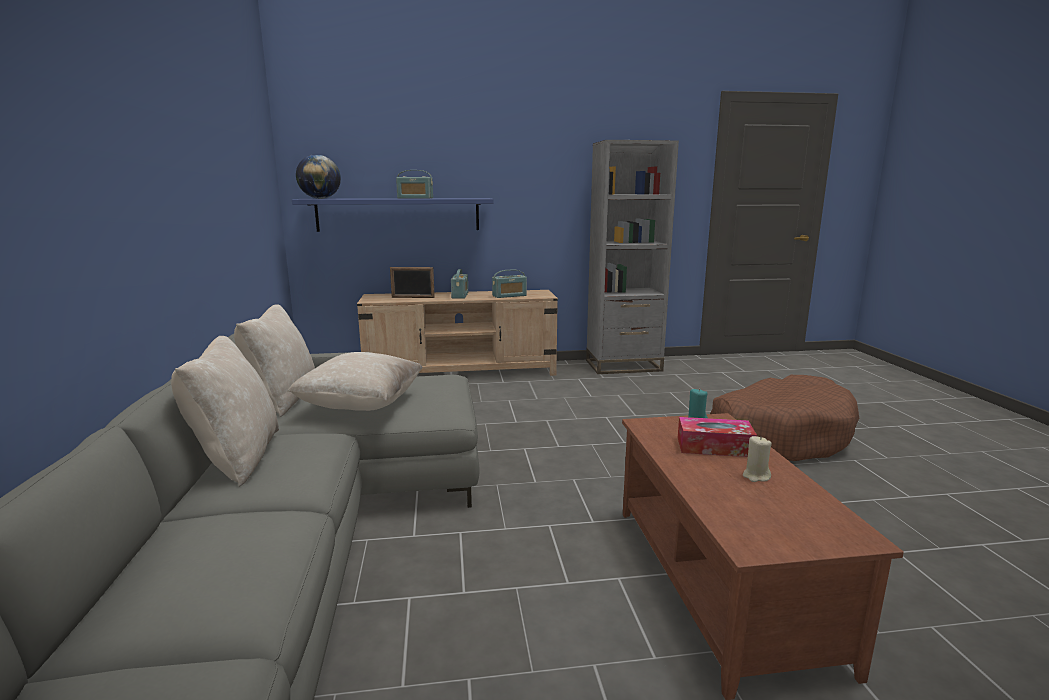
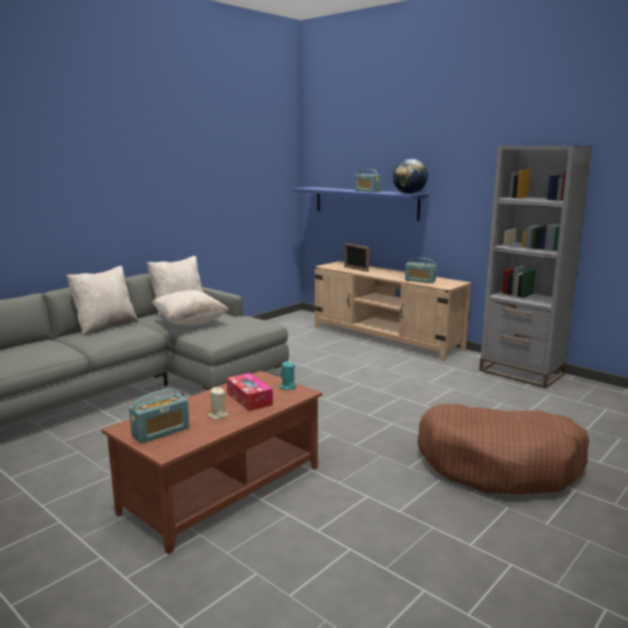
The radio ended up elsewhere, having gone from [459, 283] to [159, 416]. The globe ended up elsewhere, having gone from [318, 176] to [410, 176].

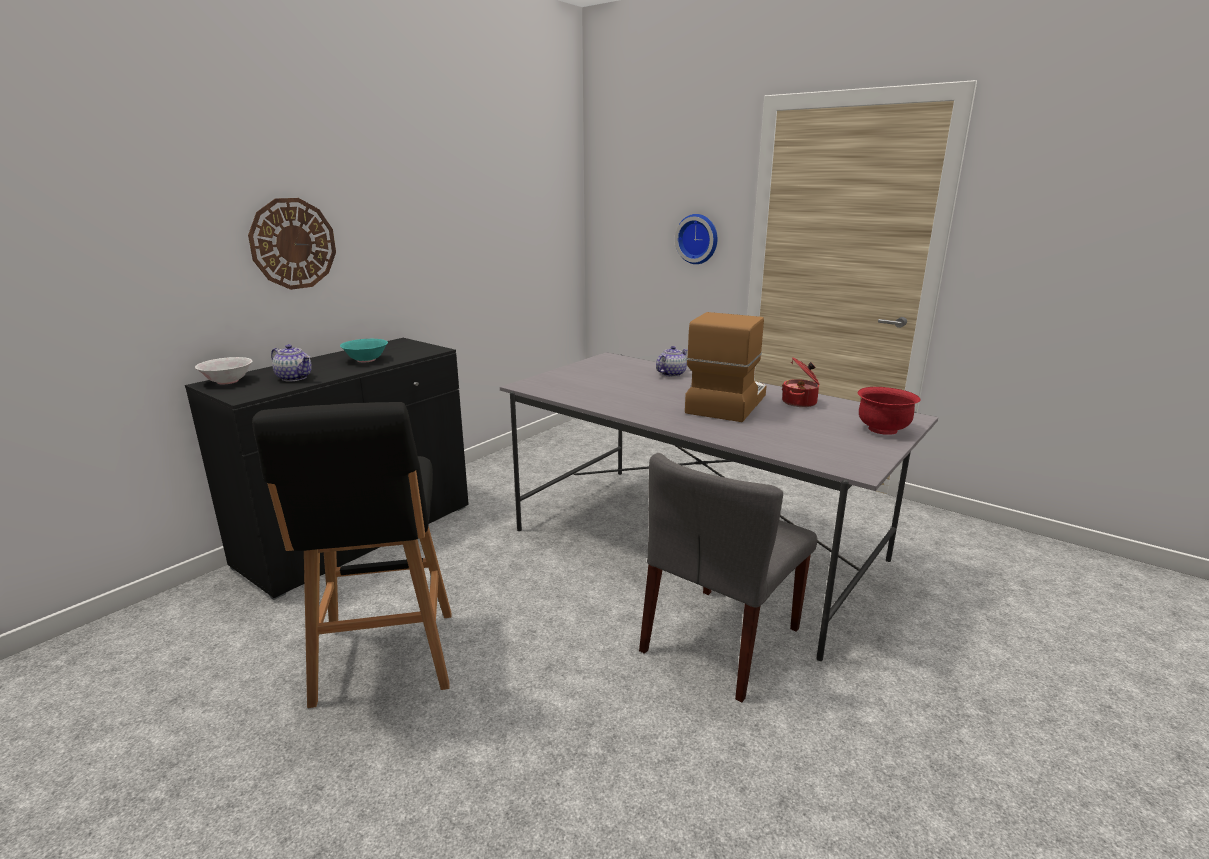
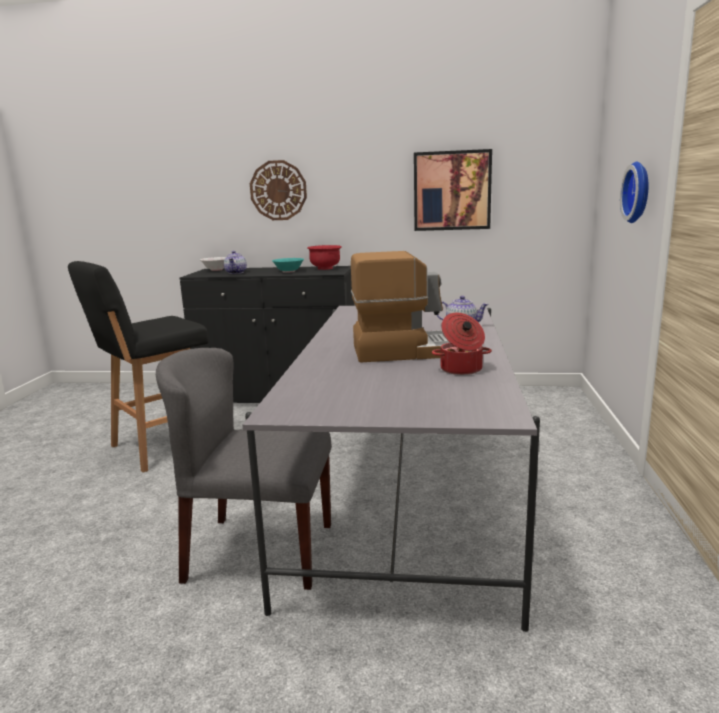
The bol [rouge] ended up elsewhere, having gone from [889, 411] to [324, 257]. The second view gained the tableau at [453, 190].

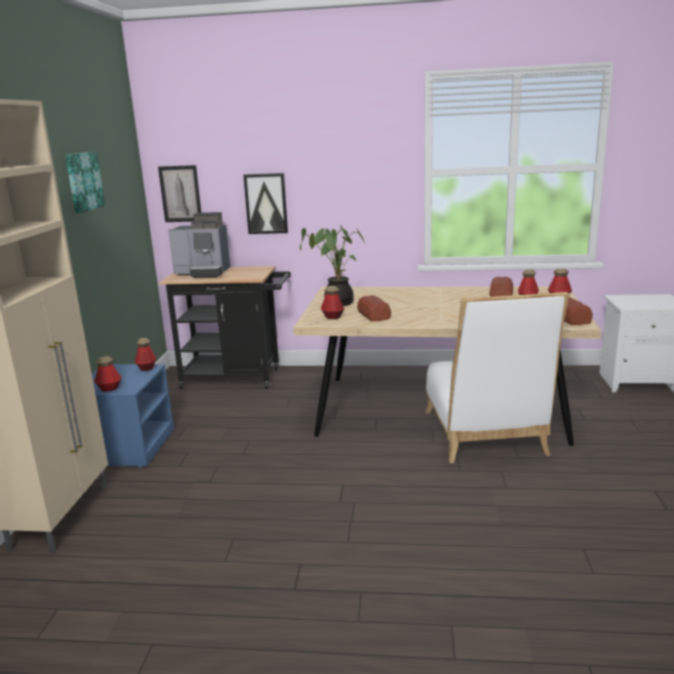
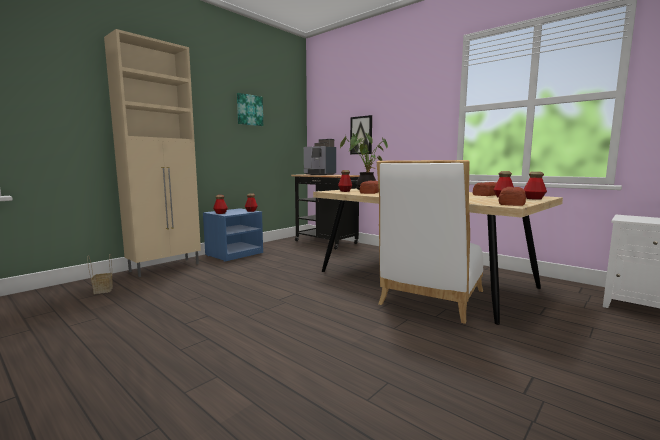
The second view gained the panier at [100, 274]. The second view lost the tableau at [179, 193].

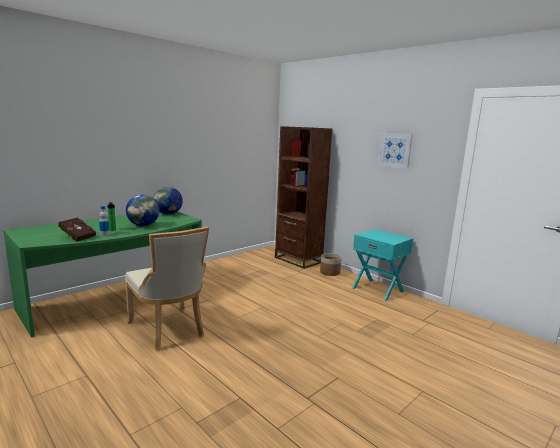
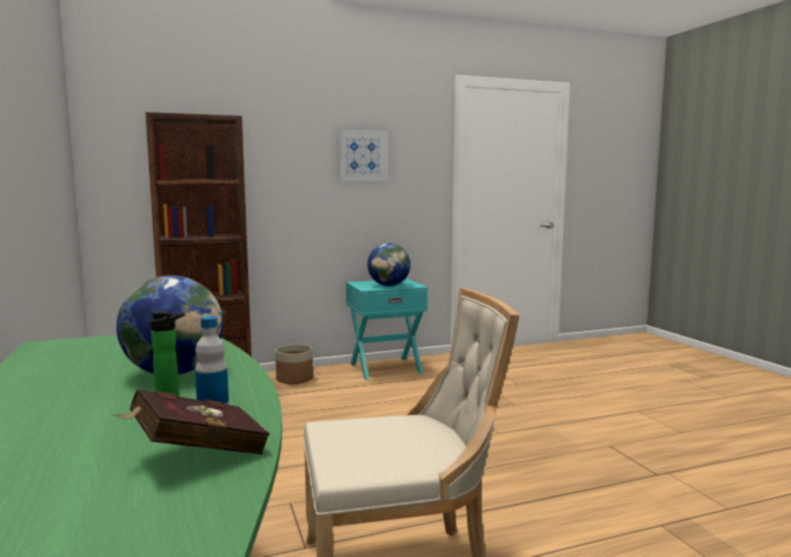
The globe ended up elsewhere, having gone from [168, 201] to [389, 264].

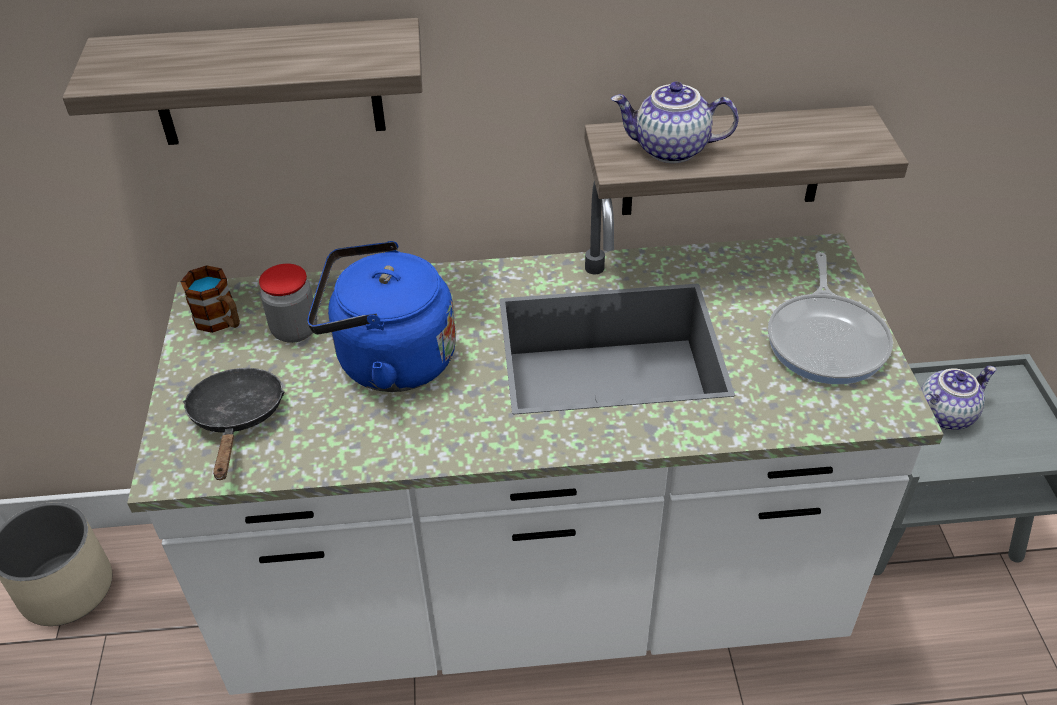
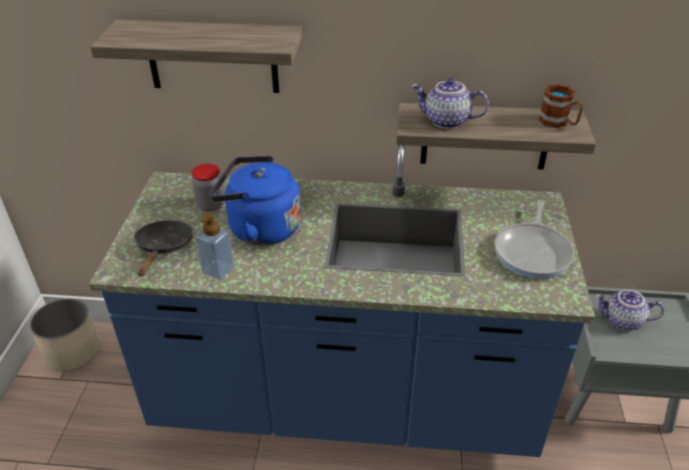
What was the comptoir de cuisine [blanc] at [535, 438] turned into the comptoir de cuisine [bleu] at [342, 301]. The second view gained the distributeur de savon at [215, 246]. The mug ended up elsewhere, having gone from [210, 299] to [561, 106]. The théière at [959, 398] ended up facing another way, 150 degrees counterclockwise from before.

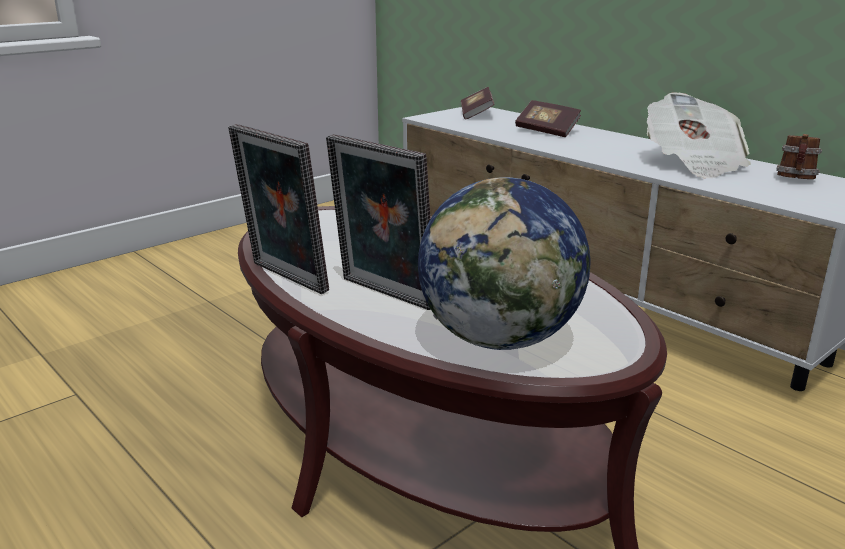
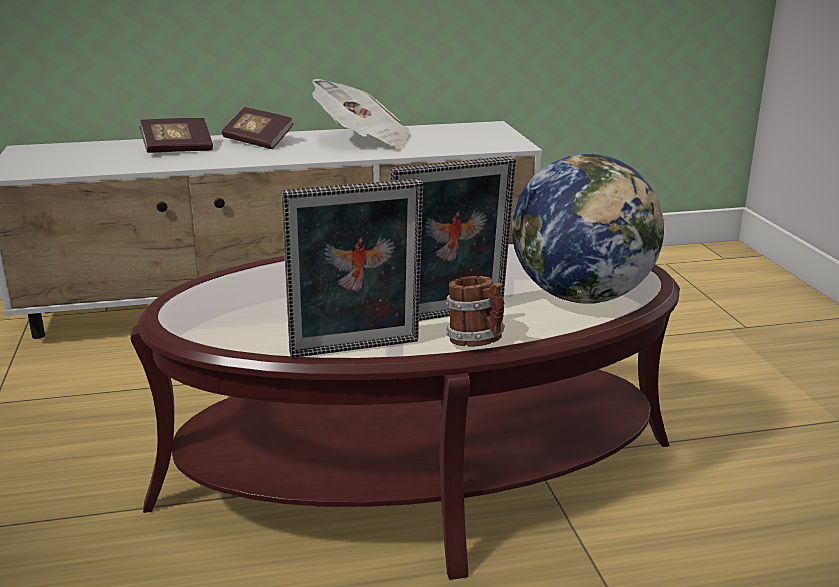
The livre ended up elsewhere, having gone from [478, 103] to [257, 128]. The mug ended up elsewhere, having gone from [799, 156] to [475, 311].

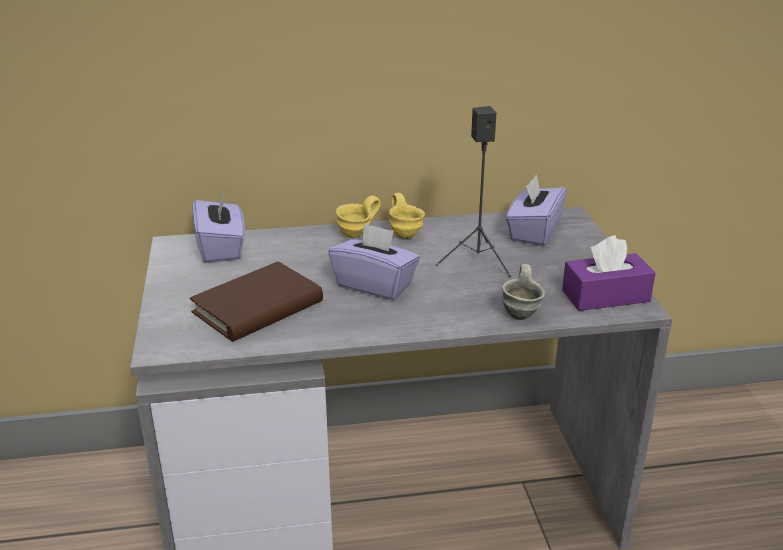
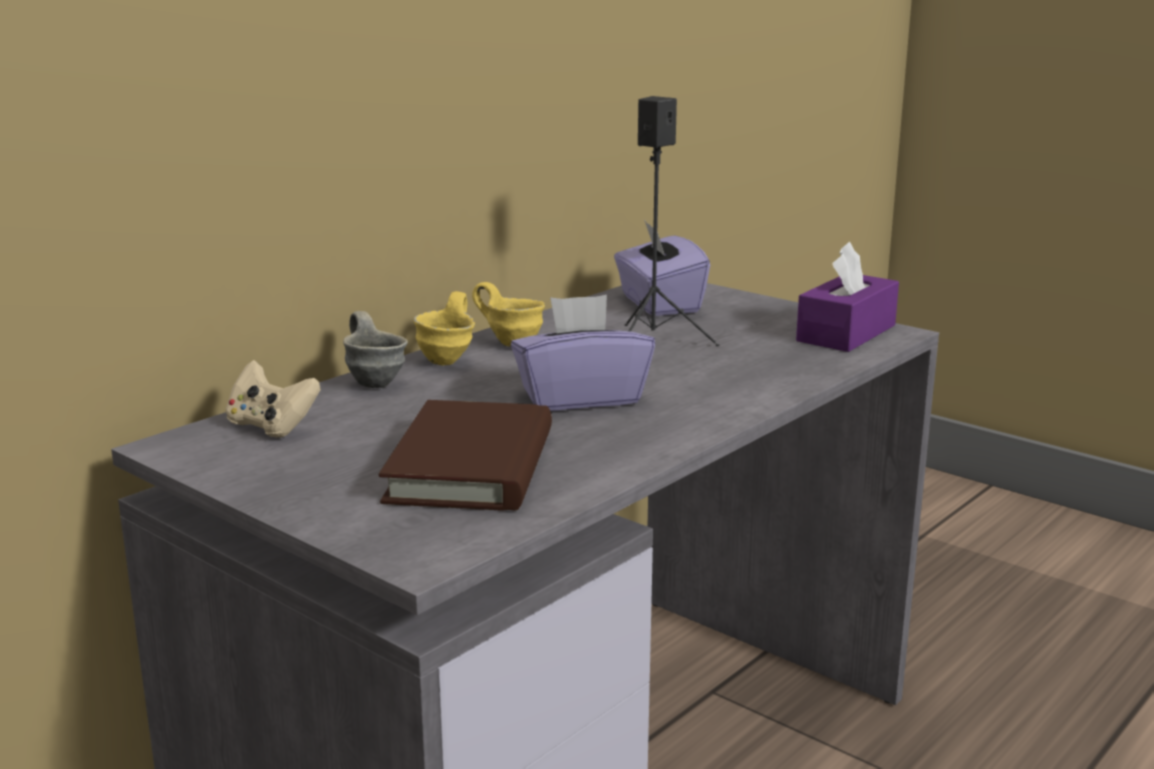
Where the boîte à mouchoirs [violet] stood at [218, 227], the manette [beige] came to stand at [273, 399]. The mug [gris] ended up elsewhere, having gone from [523, 292] to [375, 349].

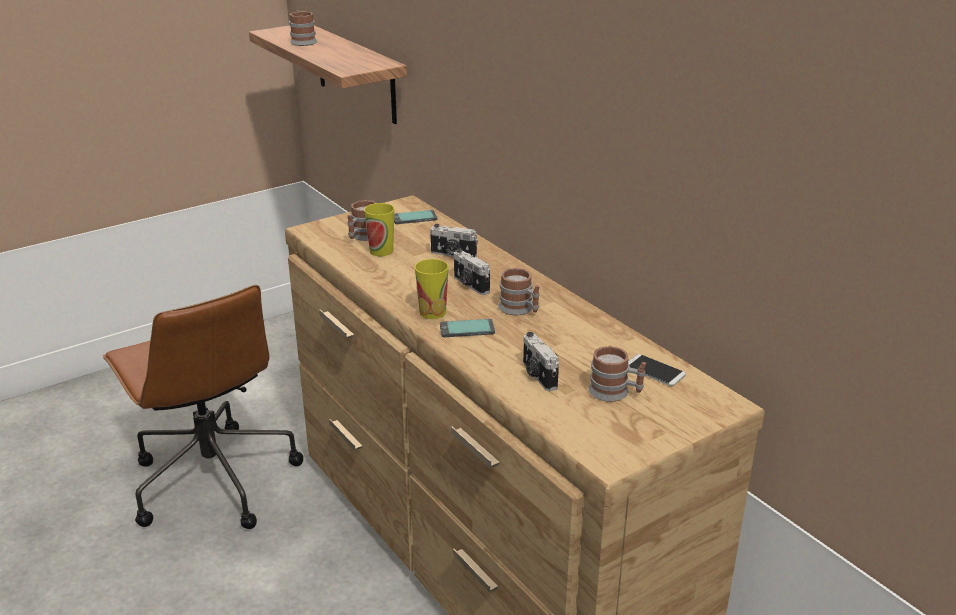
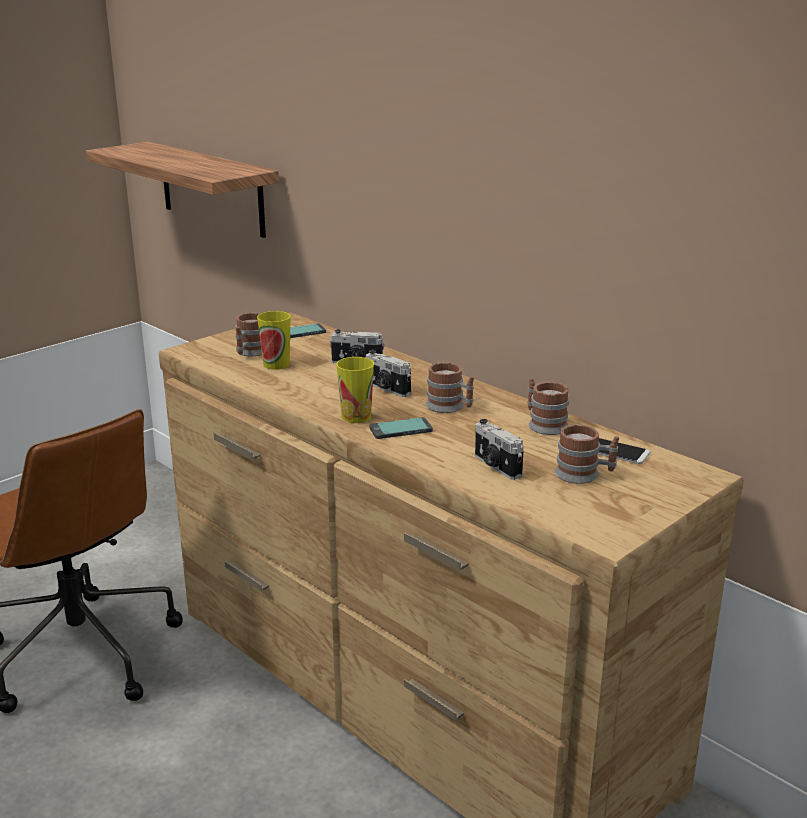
The mug ended up elsewhere, having gone from [303, 28] to [548, 406].

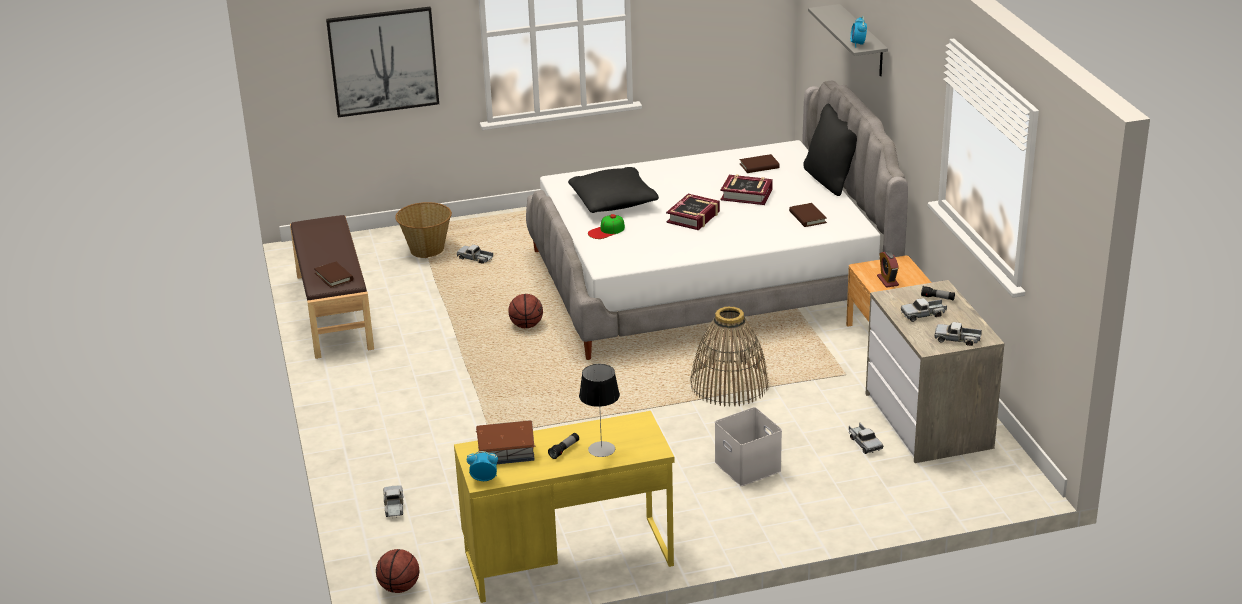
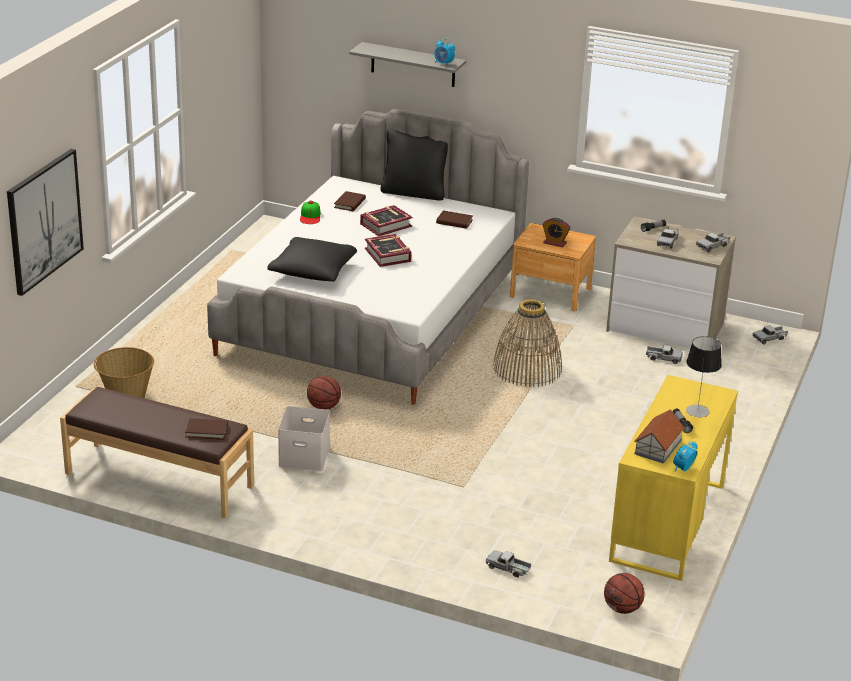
The boîte de rangement [blanc] ended up elsewhere, having gone from [748, 446] to [304, 439]. The casquette ended up elsewhere, having gone from [606, 226] to [310, 212]. The camion jouet ended up elsewhere, having gone from [475, 254] to [770, 335].

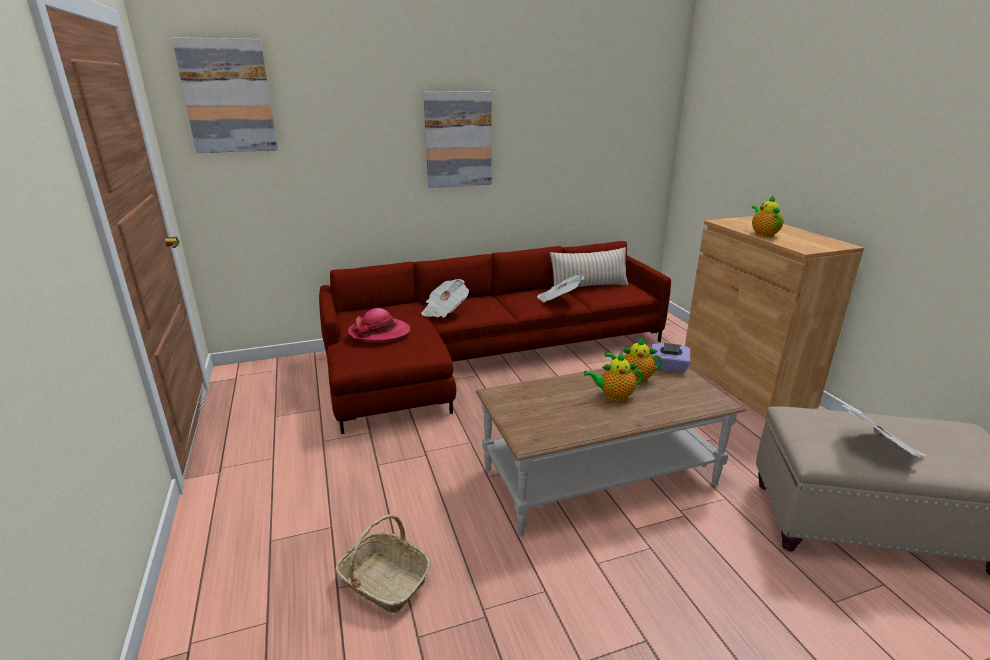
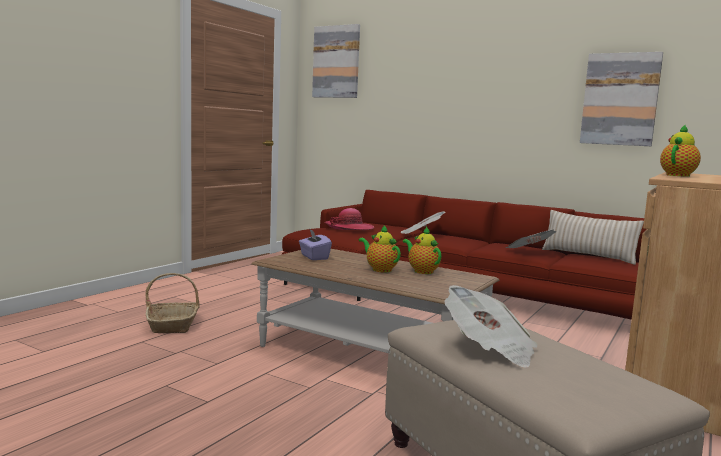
The boîte à mouchoirs [violet] ended up elsewhere, having gone from [671, 357] to [315, 245]. The tableau ended up elsewhere, having gone from [457, 139] to [621, 99].

